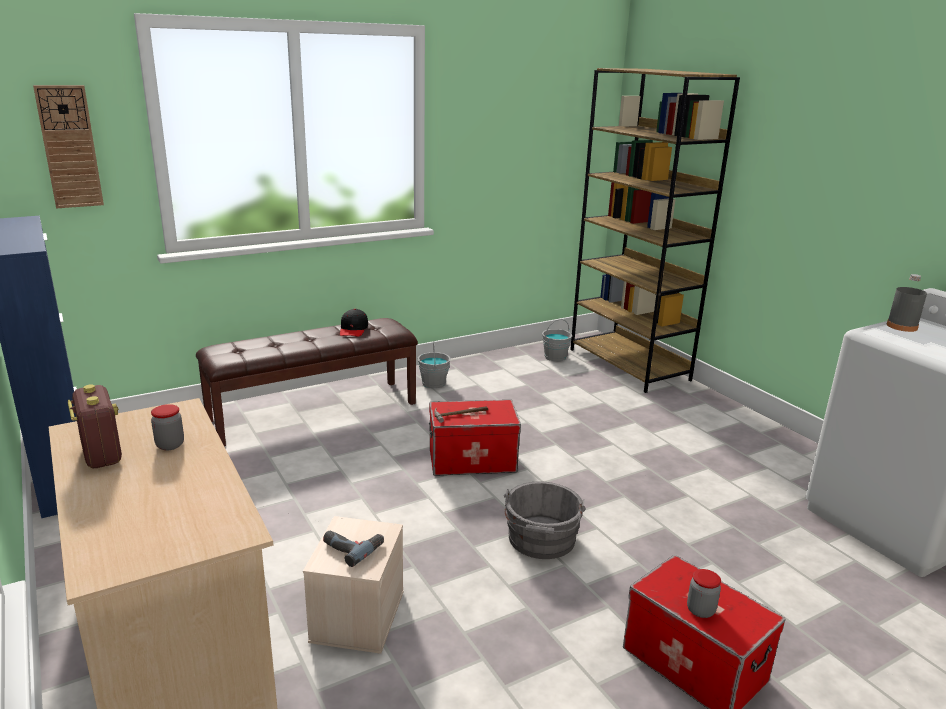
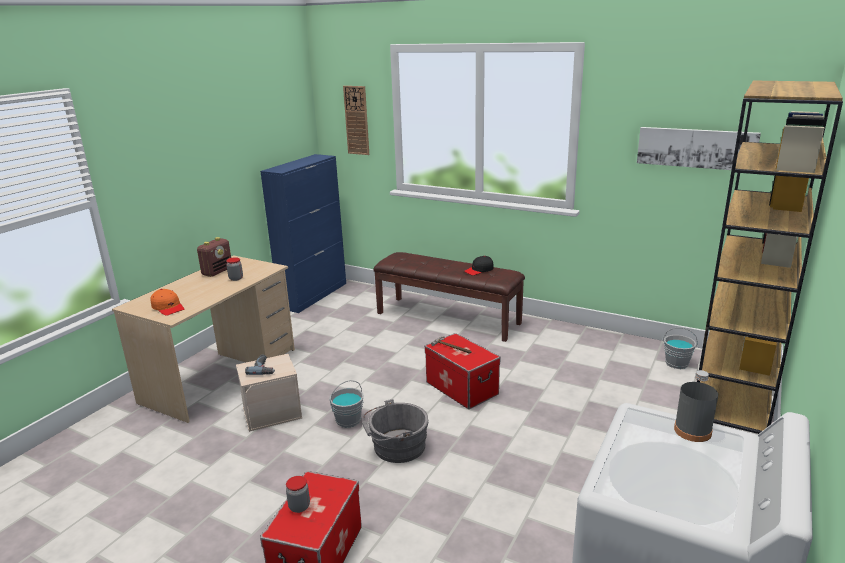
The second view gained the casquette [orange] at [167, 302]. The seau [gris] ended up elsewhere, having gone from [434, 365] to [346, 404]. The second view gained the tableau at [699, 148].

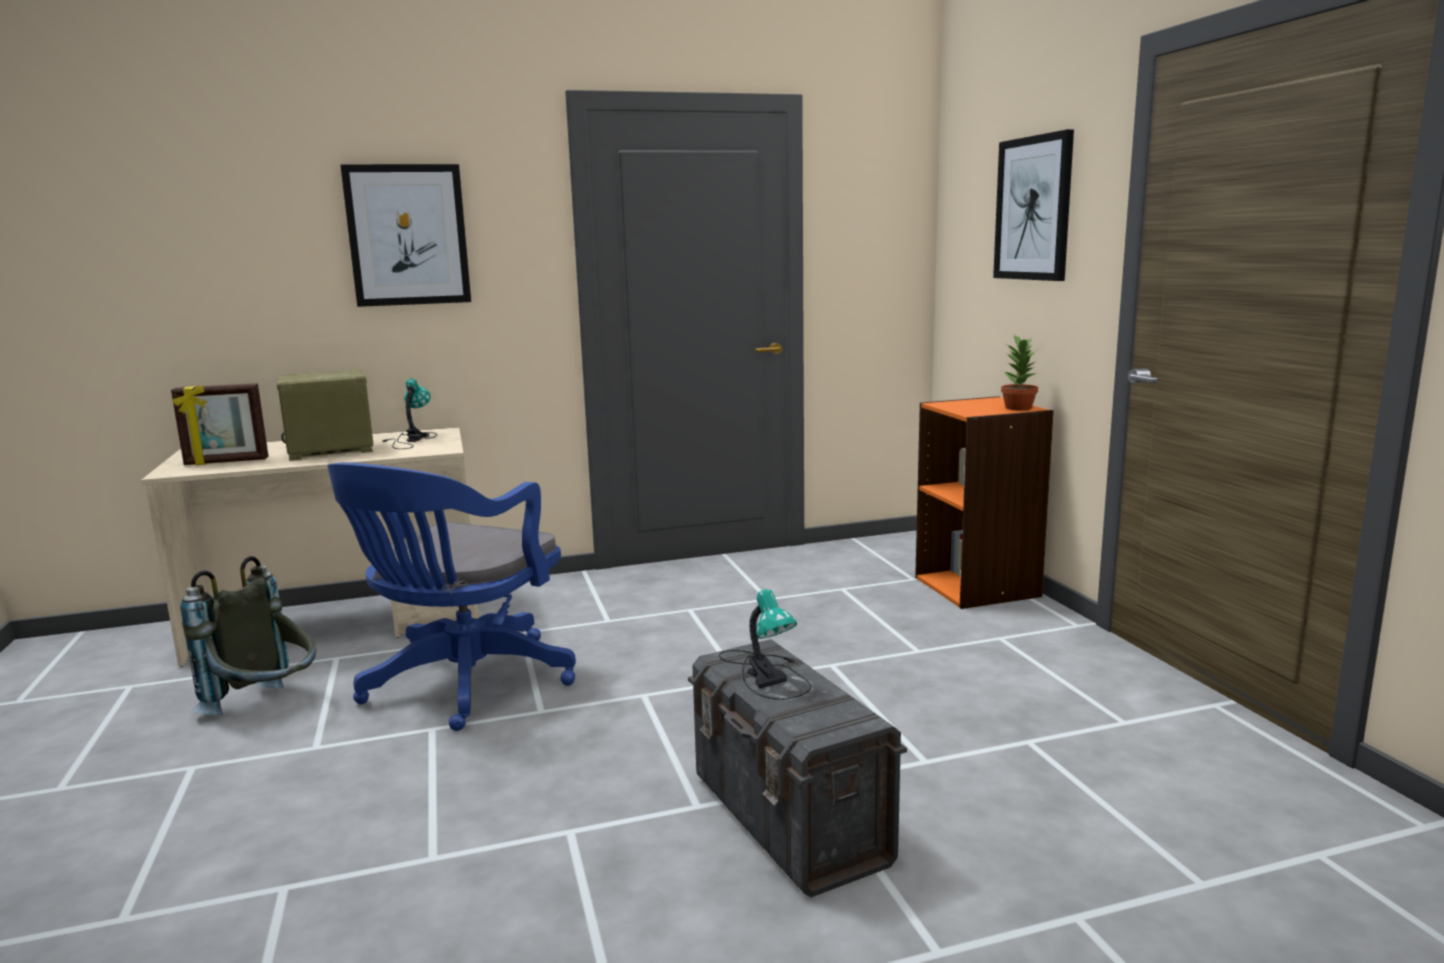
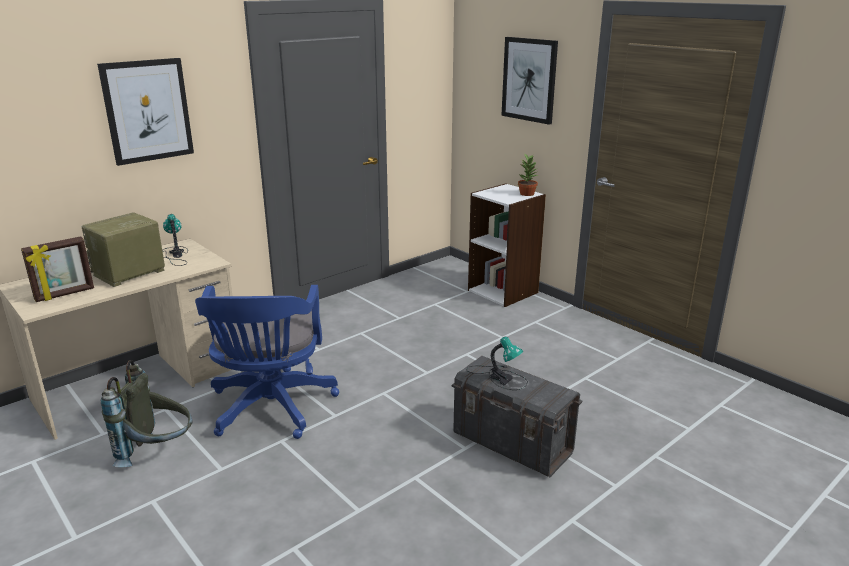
What was the bibliothèque [orange] at [984, 502] turned into the bibliothèque [blanc] at [507, 245].

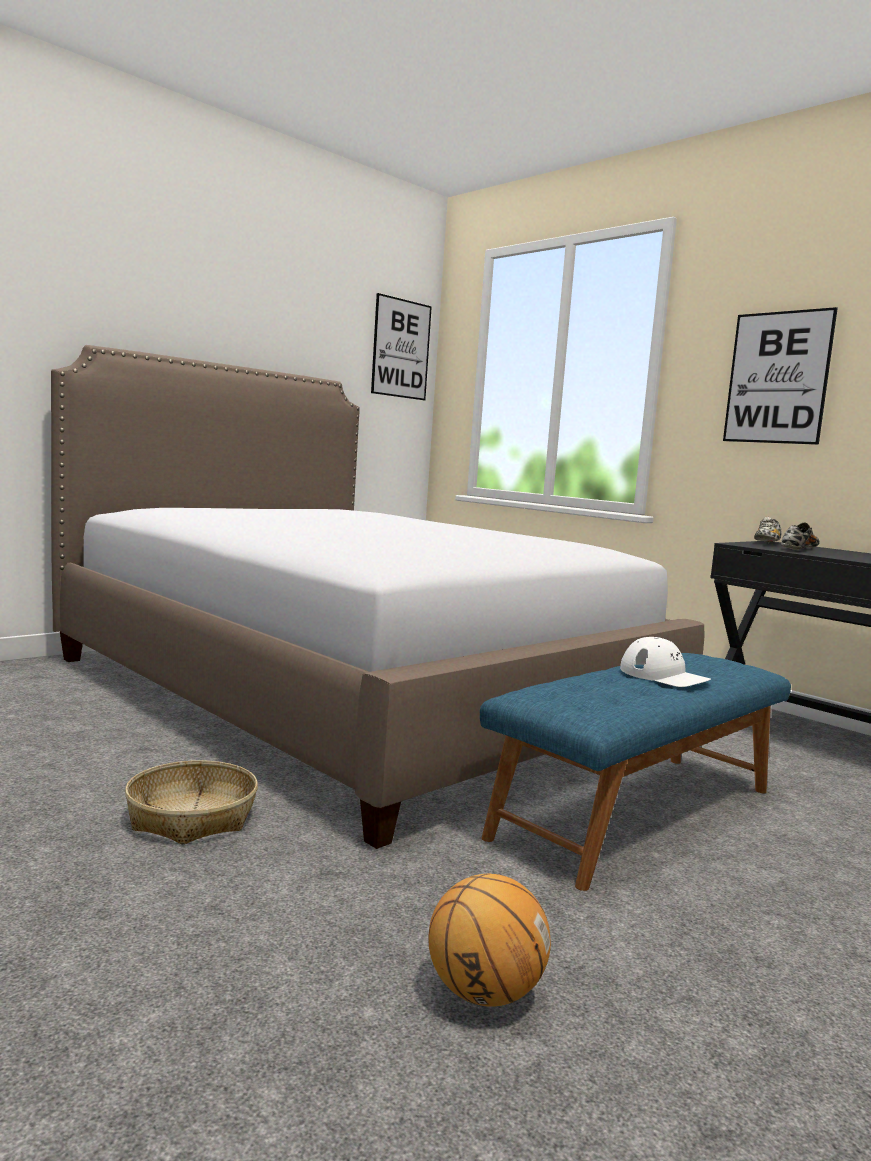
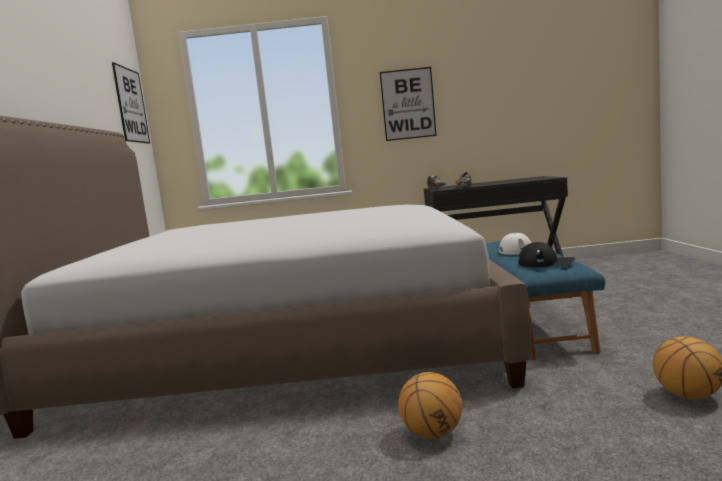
Where the panier stood at [191, 802], the ballon de basket came to stand at [430, 405]. The second view gained the casquette [noir] at [546, 255].

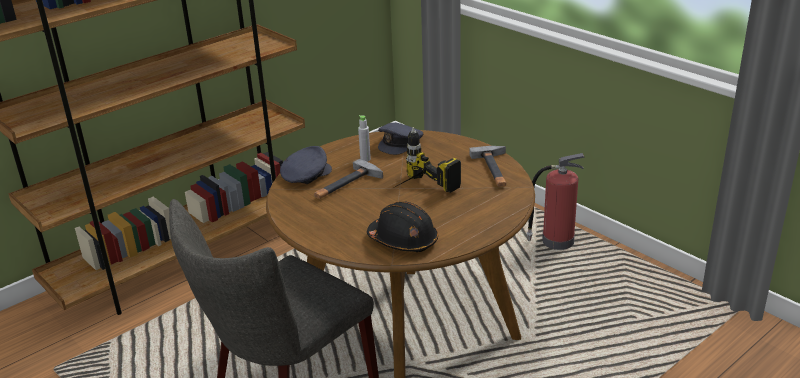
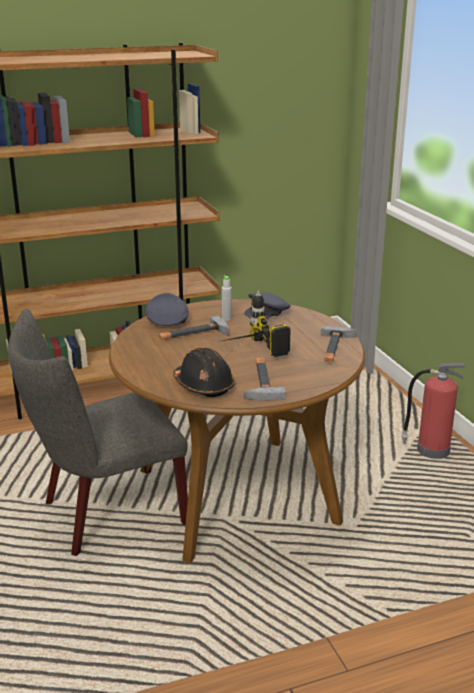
The casquette [gris] at [306, 165] ended up facing another way, 75 degrees counterclockwise from before. The second view gained the marteau at [265, 379].

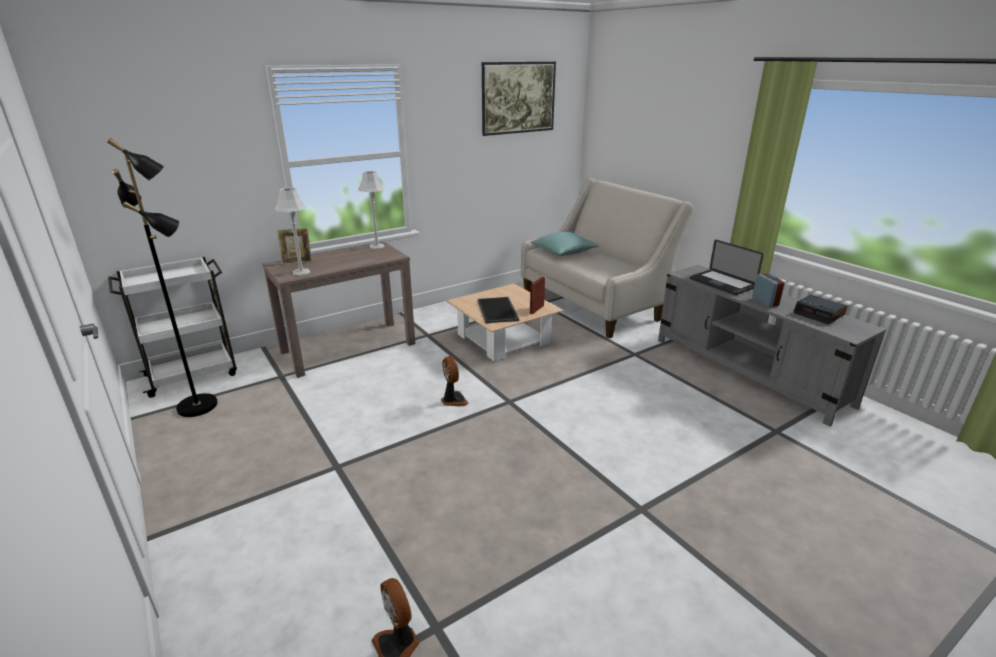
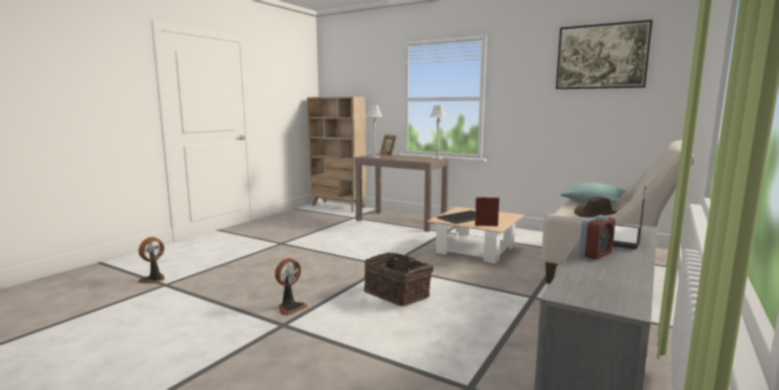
The ventilateur ended up elsewhere, having gone from [455, 381] to [291, 286]. Where the chariot [blanc] stood at [172, 327], the bibliothèque [beige] came to stand at [336, 154]. The second view gained the panier at [398, 279]. The second view gained the chapeau [marron] at [595, 207]. The second view lost the lampadaire [noir] at [162, 277]. The second view lost the réveil at [820, 309].

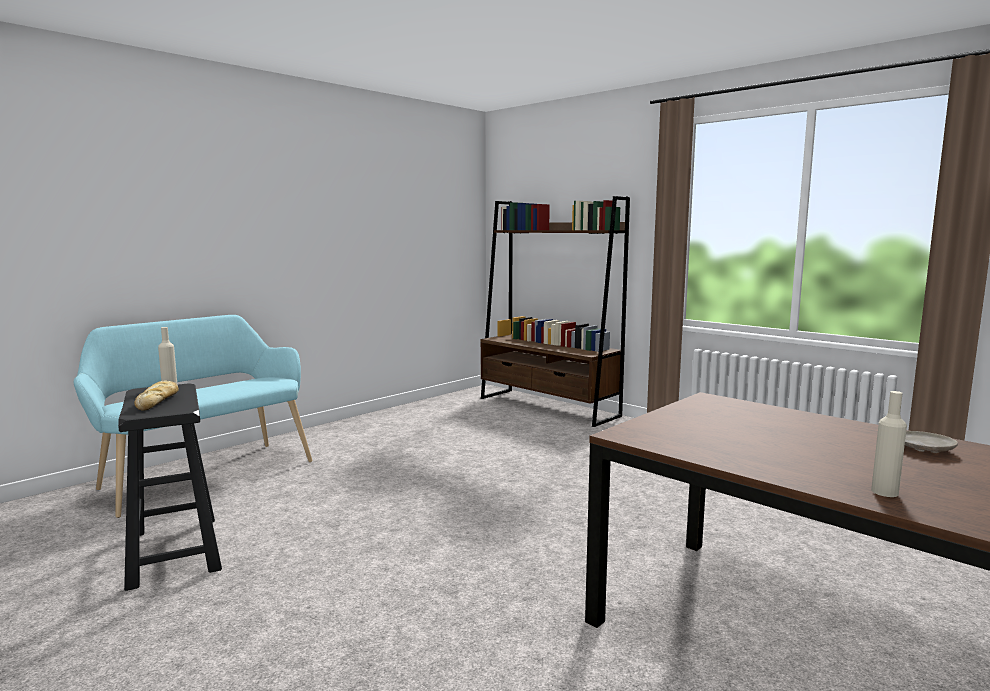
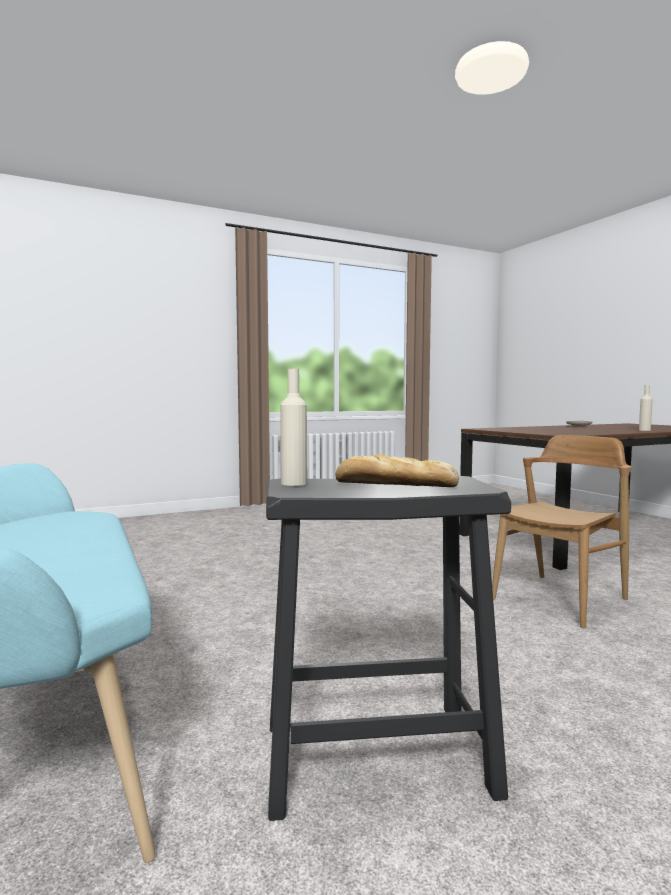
The second view gained the chaise [marron] at [562, 532]. The second view lost the bibliothèque [marron] at [555, 311].

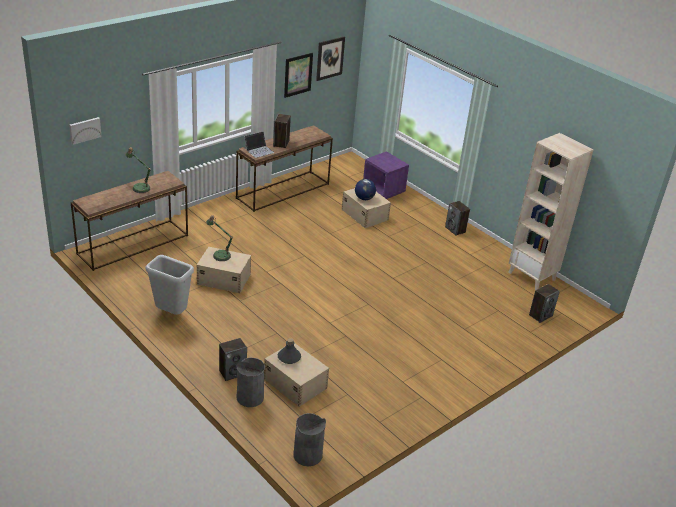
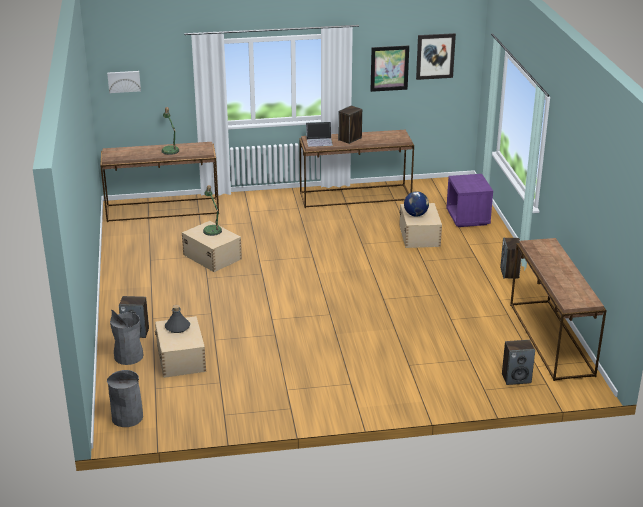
Where the bibliothèque [beige] stood at [551, 211], the table console [marron] came to stand at [558, 309]. The second view lost the poubelle [gris] at [170, 285].

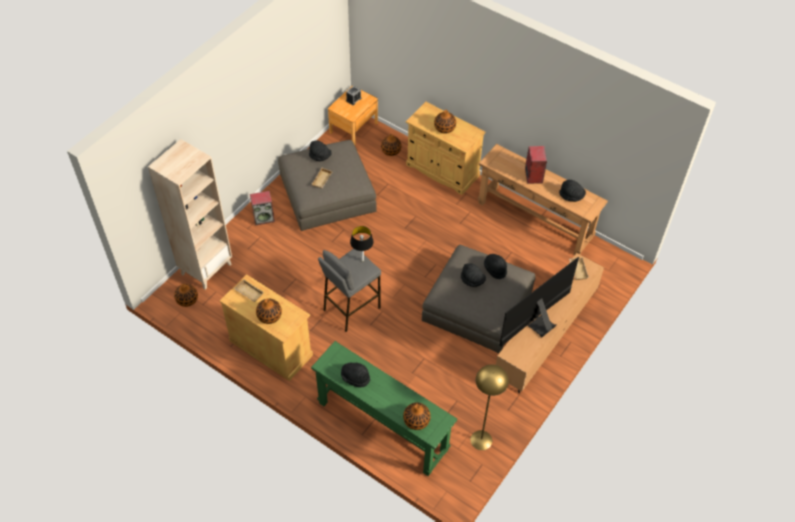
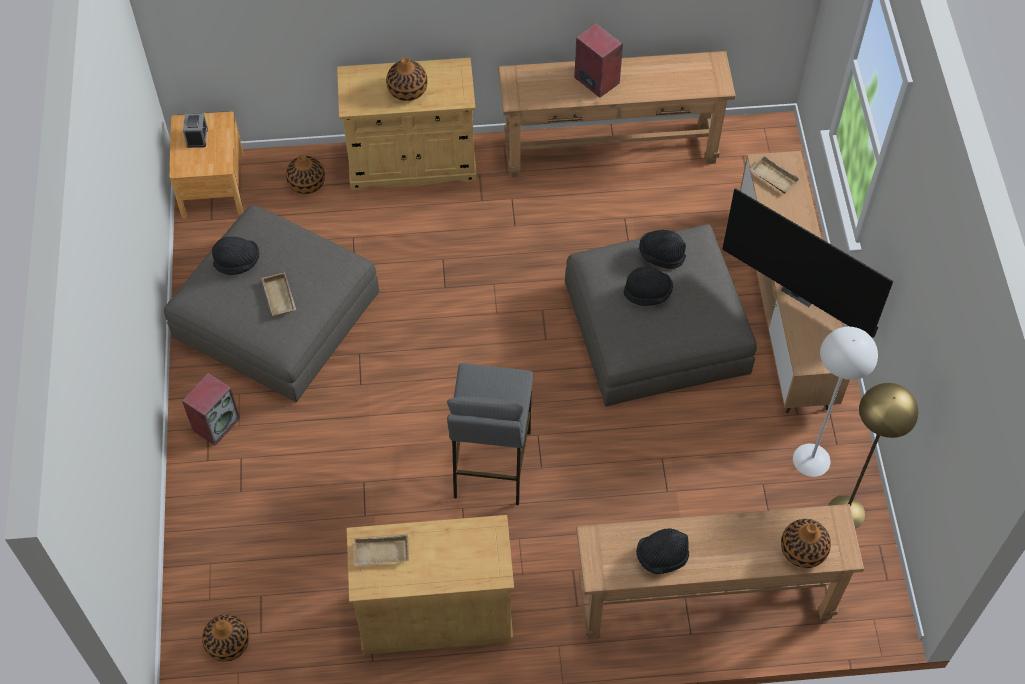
What was the table console [vert] at [384, 408] turned into the table console [marron] at [720, 571]. The téléviseur at [539, 302] ended up facing another way, 60 degrees counterclockwise from before. The second view gained the lampadaire [blanc] at [835, 402]. The second view lost the bibliothèque [beige] at [190, 214]. The second view lost the vase at [269, 311]. The second view lost the lampe de table at [362, 244]. The second view lost the chapeau [noir] at [572, 191].

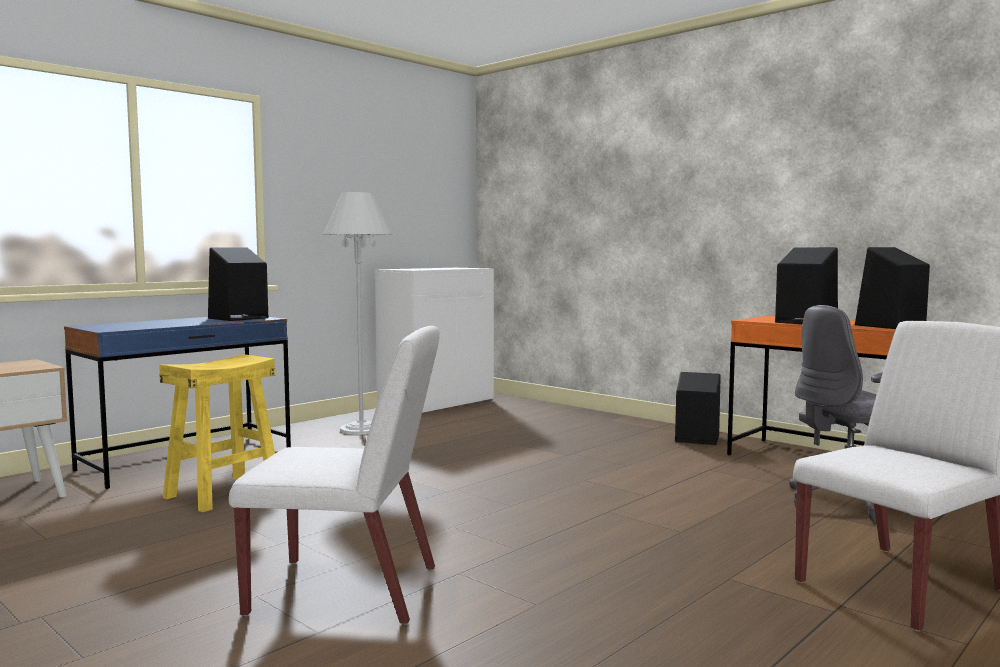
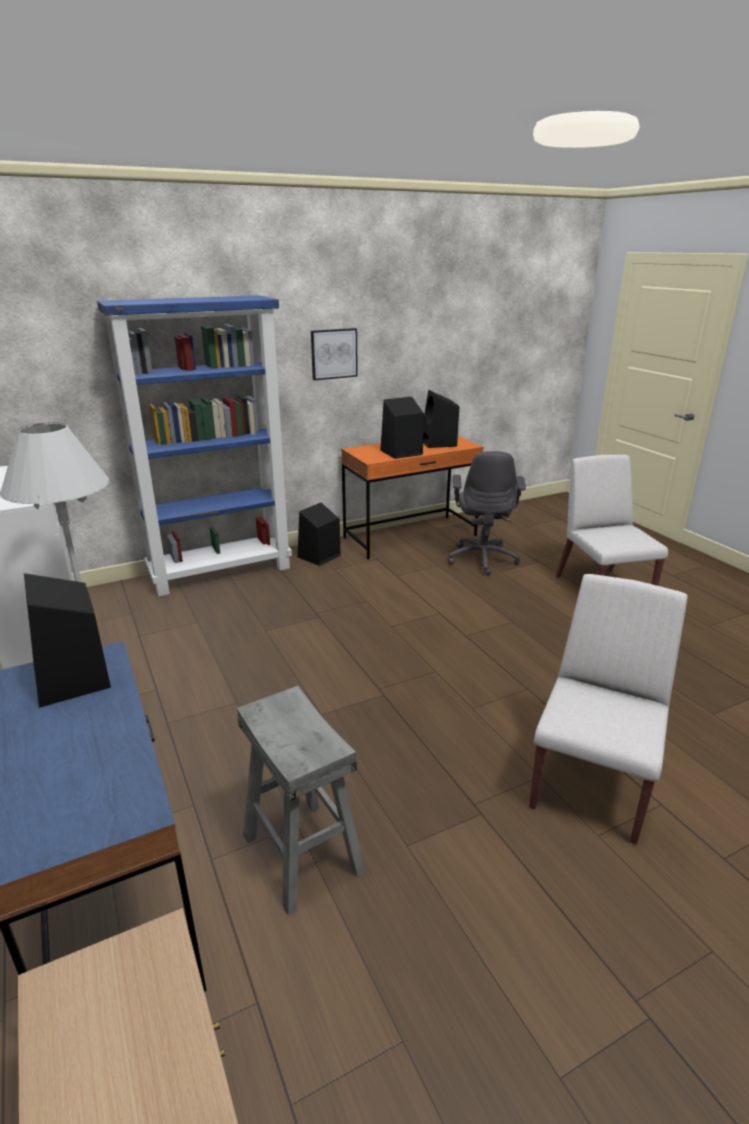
The second view gained the bibliothèque [bleu] at [194, 445]. What was the tabouret [jaune] at [217, 433] turned into the tabouret [gris] at [301, 801]. The second view gained the tableau at [334, 354].

